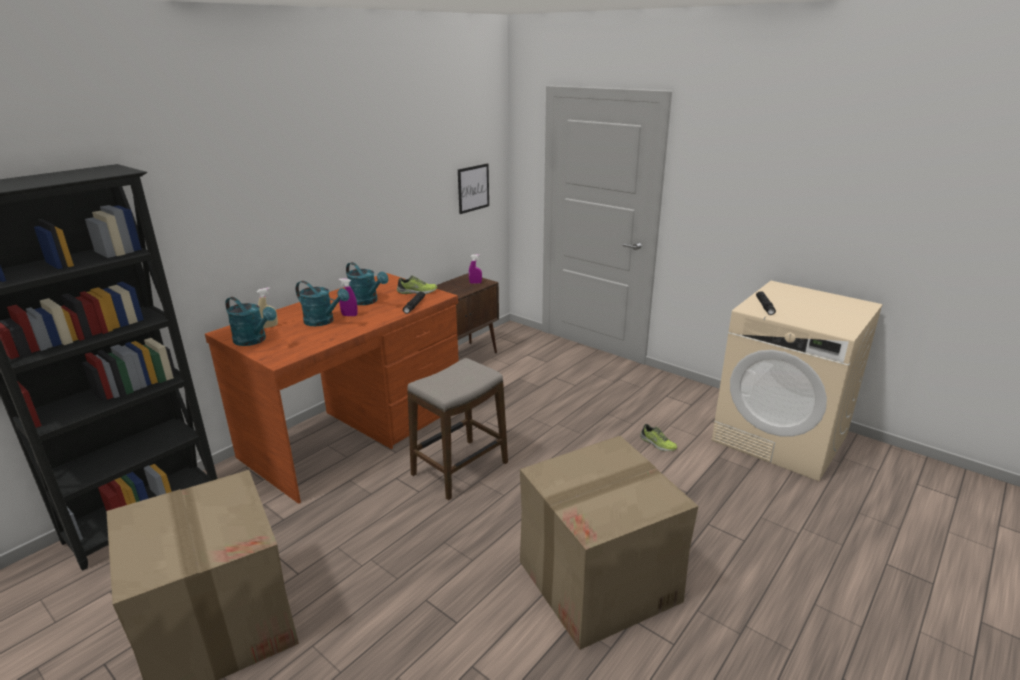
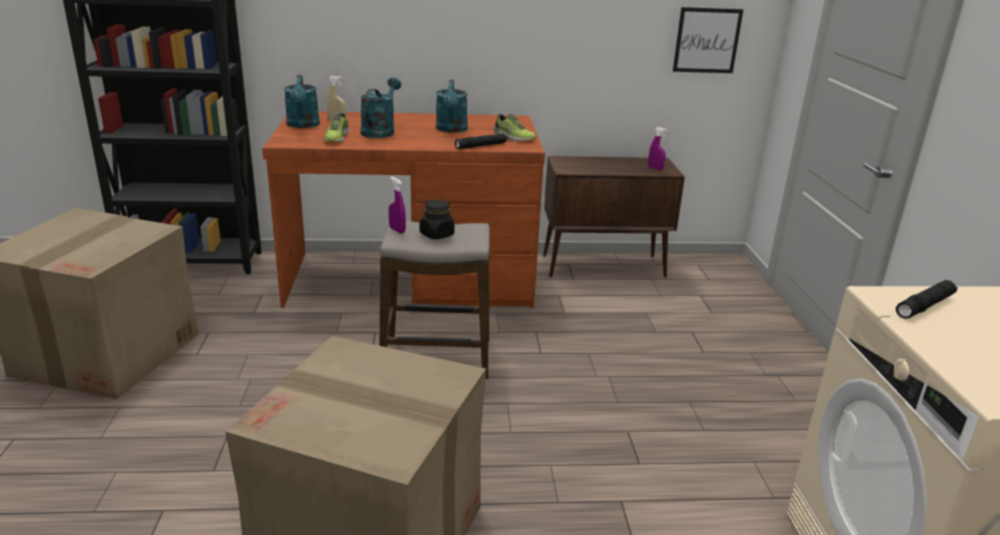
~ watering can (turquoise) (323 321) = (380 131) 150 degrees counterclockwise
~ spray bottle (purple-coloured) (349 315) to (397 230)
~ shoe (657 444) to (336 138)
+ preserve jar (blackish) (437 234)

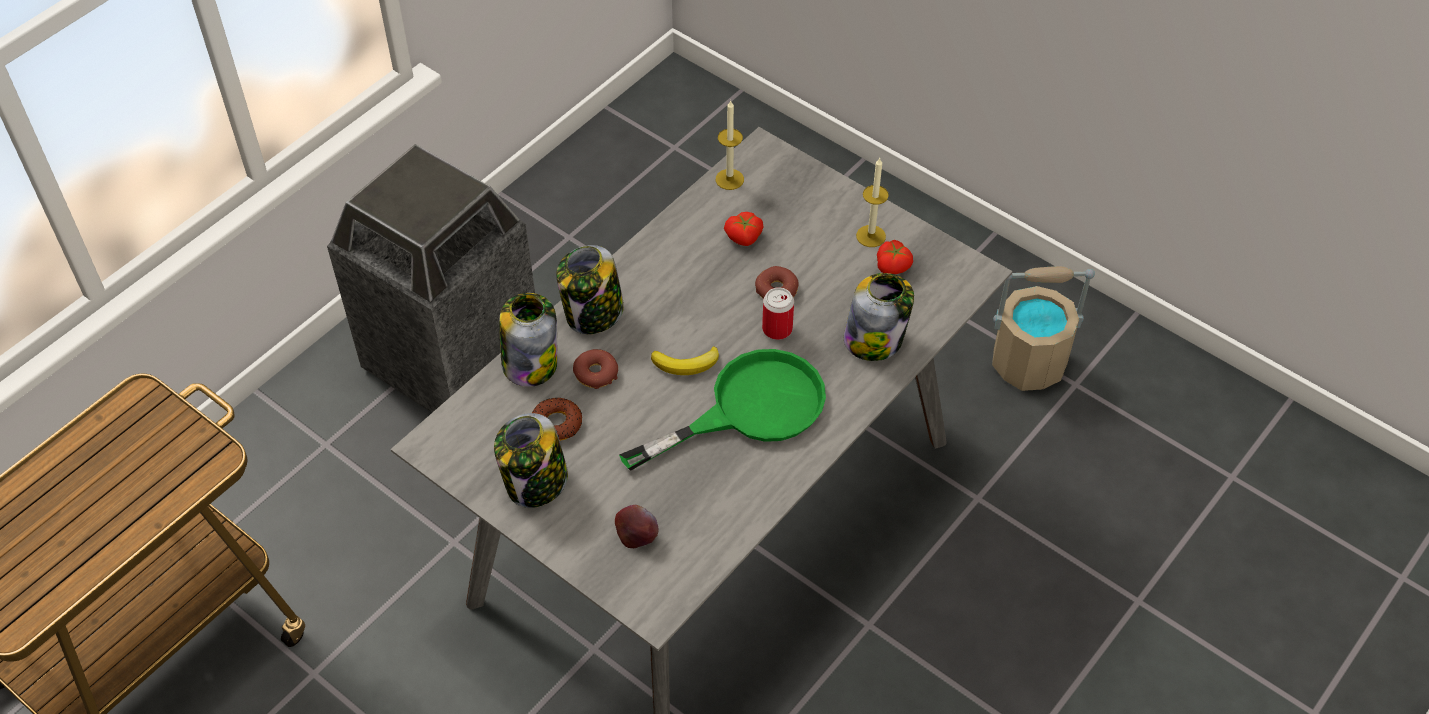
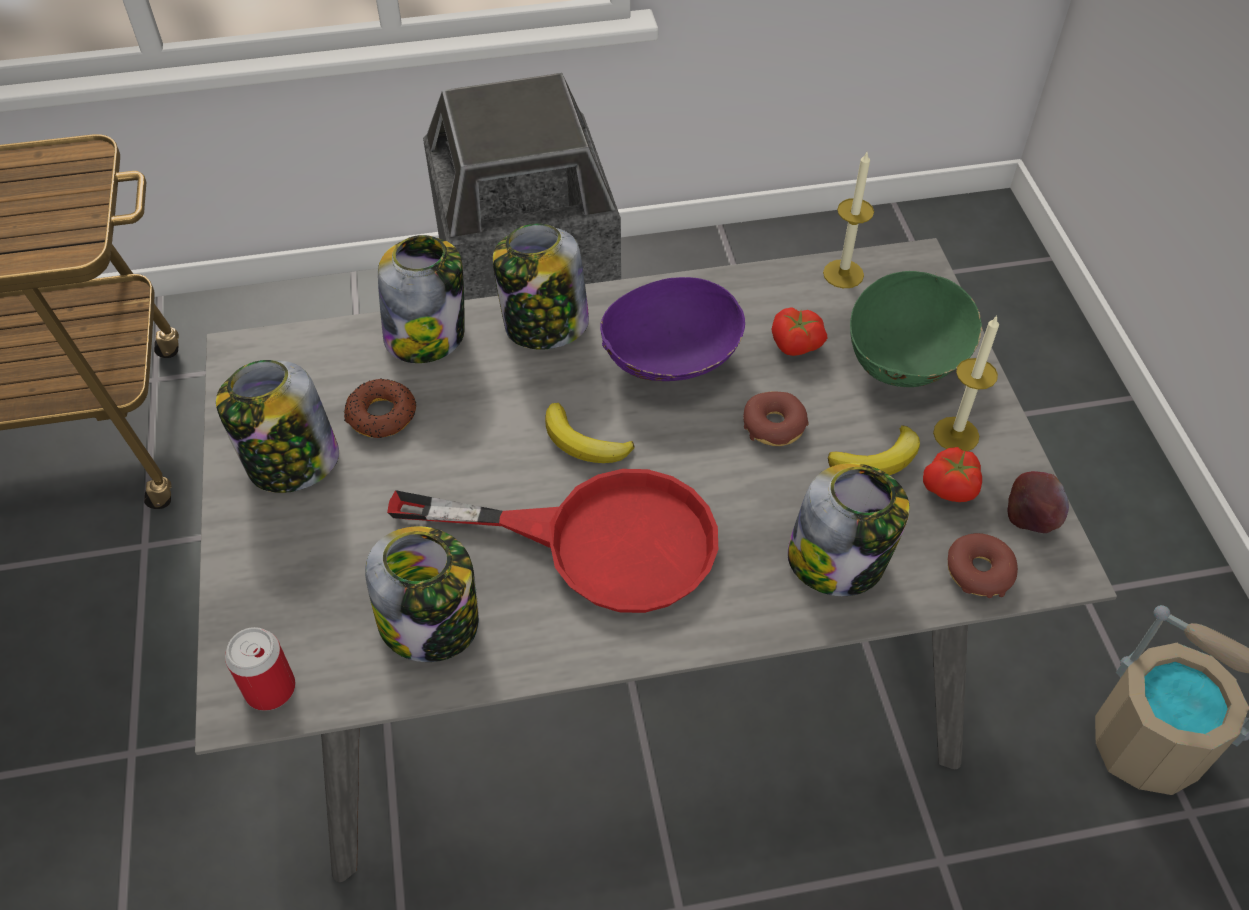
~ donut (596 373) to (979 571)
~ apple (637 536) to (1031 517)
~ frying pan (green) (749 409) to frying pan (red) (599 541)
~ sealed can (777 329) to (270 688)
+ preserve jar (431 624)
+ serving bowl (purple-coloured) (671 361)
+ banana (877 459)
+ serving bowl (green) (906 360)

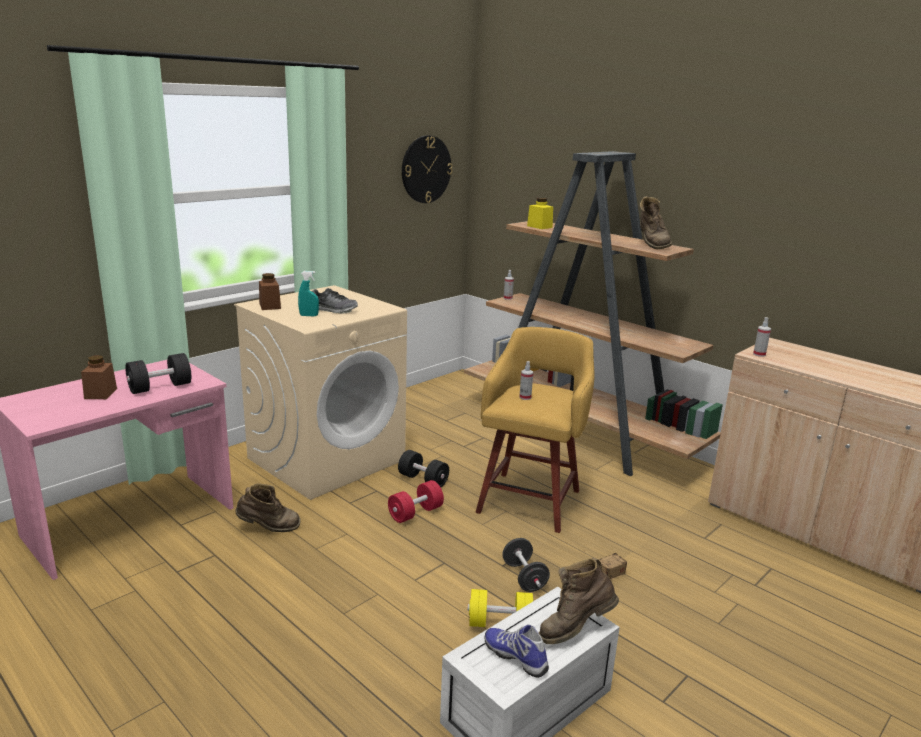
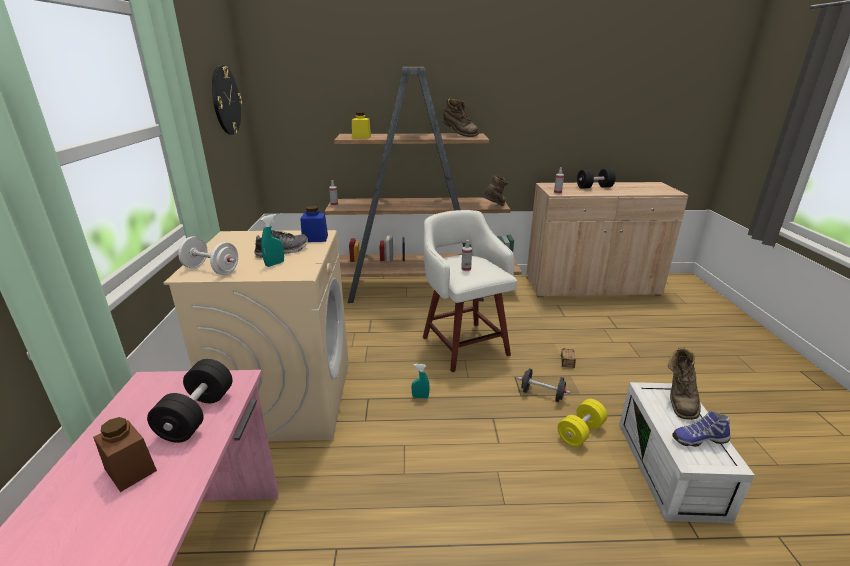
~ tall boot (brown) (269 529) to (494 207)
~ preserve jar (brown) (270 306) to dumbbell (white) (211 270)
~ dumbbell (red) (415 513) to spray bottle (turquoise) (420 397)
~ dumbbell (blackish) (423 480) to (594 187)
~ sitting stool (yellowish) (530 499) to sitting stool (white) (464 344)
+ preserve jar (bluish) (315 238)

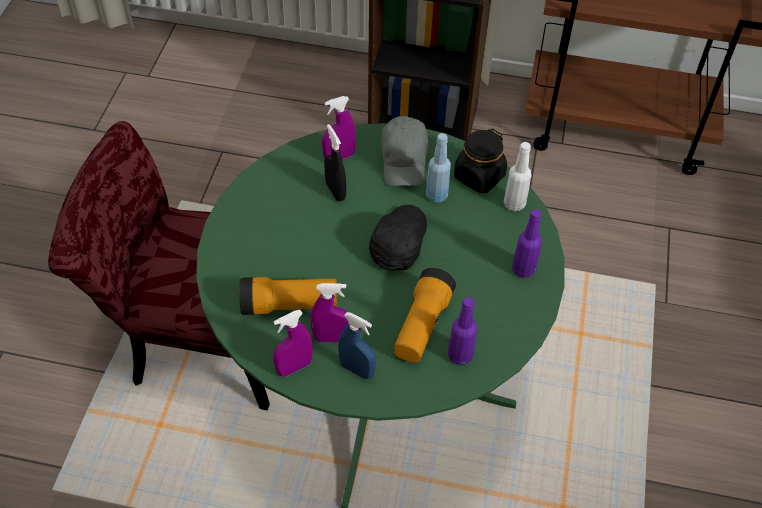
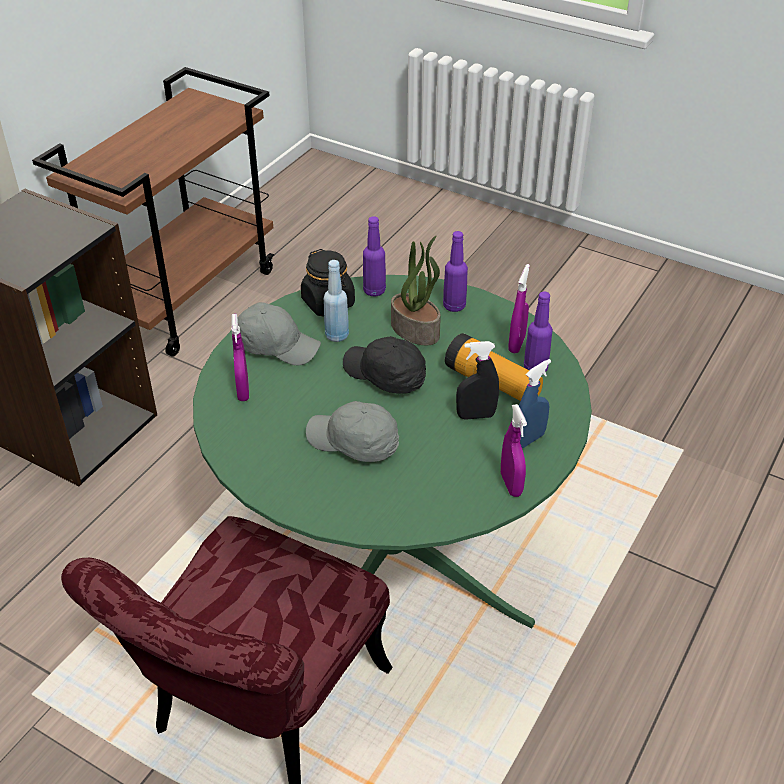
- torch (289 305)
~ spray bottle (purple-coloured) (332 338) to (516 344)
~ spray bottle (blackish) (335 191) to (476 415)
~ bottle (white) (514 204) to bottle (purple-coloured) (374 291)
+ cap (gray) (354 443)
+ plant in a pot (416 330)

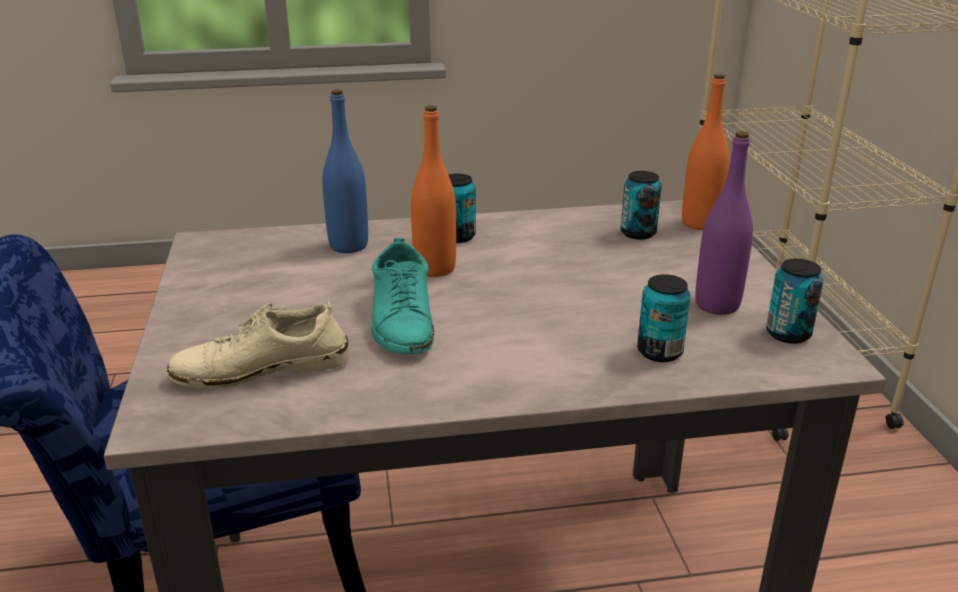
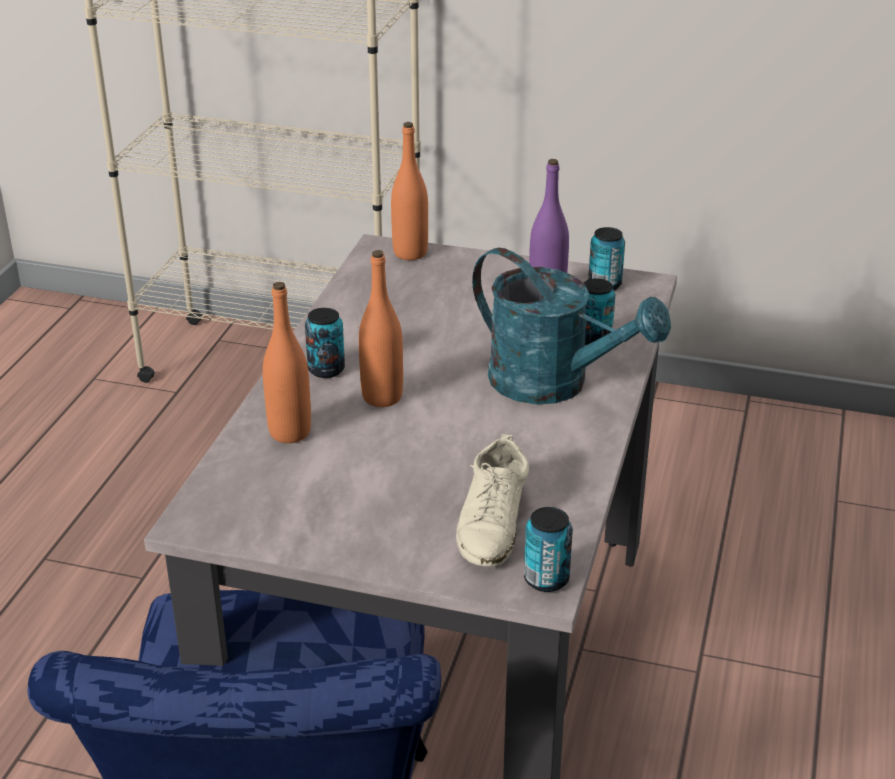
~ bottle (bluish) (348 245) to bottle (orangey) (290 432)
- shoe (turquoise) (402 319)
~ sealed can (638 233) to (546 579)
+ watering can (turquoise) (554 384)

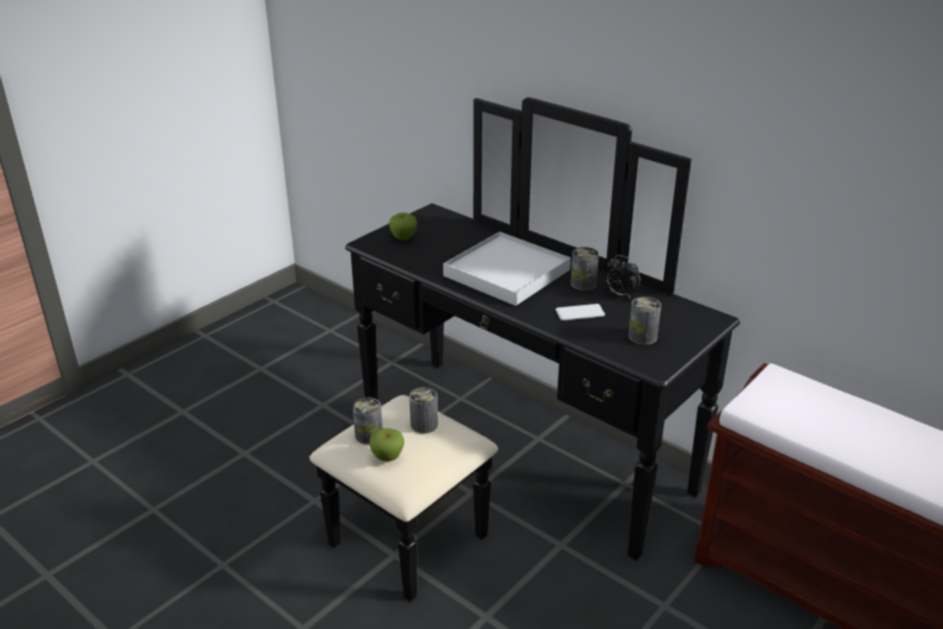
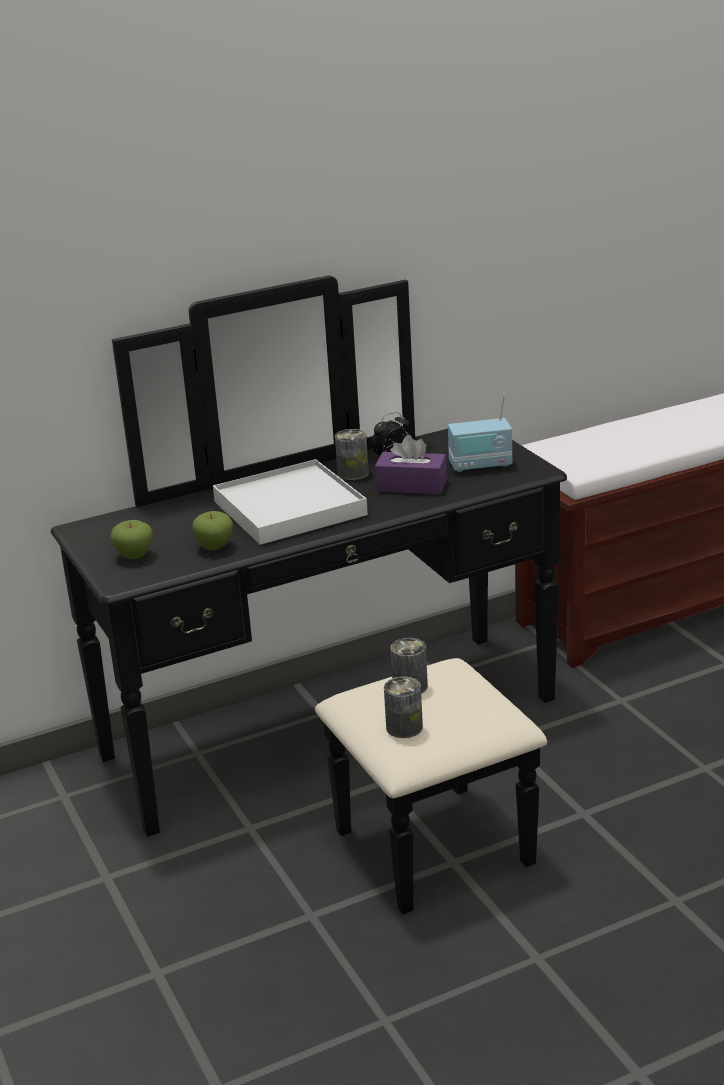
~ apple (387 457) to (215 547)
~ handset (580 313) to box of tissues (purple-coloured) (411 485)
~ sealed can (642 336) to radio set (480 465)

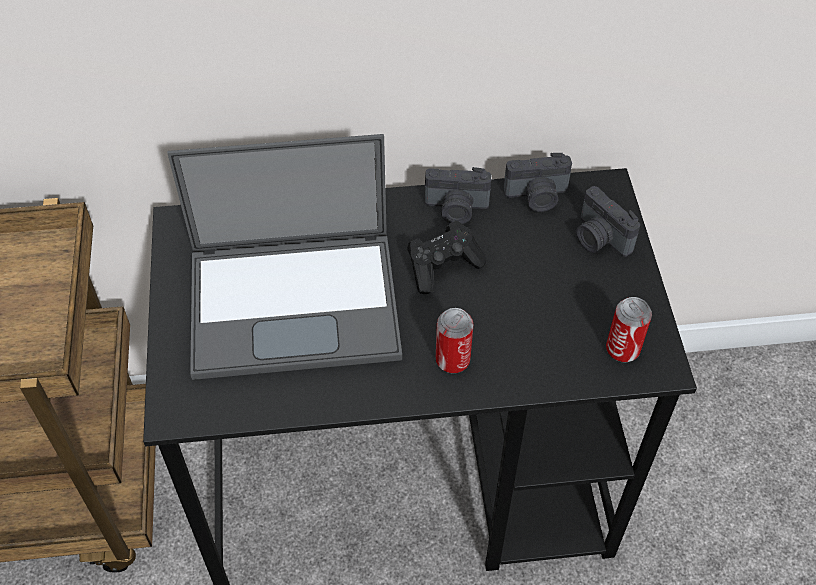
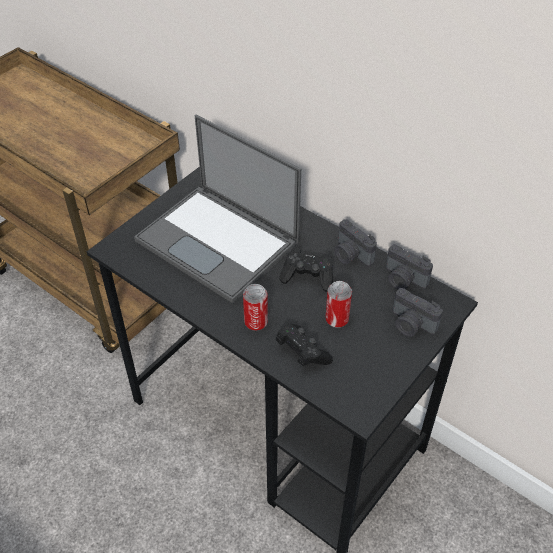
~ still camera (599 239) = (411 325) 60 degrees counterclockwise
~ sealed can (622 350) to (337 320)
+ joypad (blackish) (301 352)

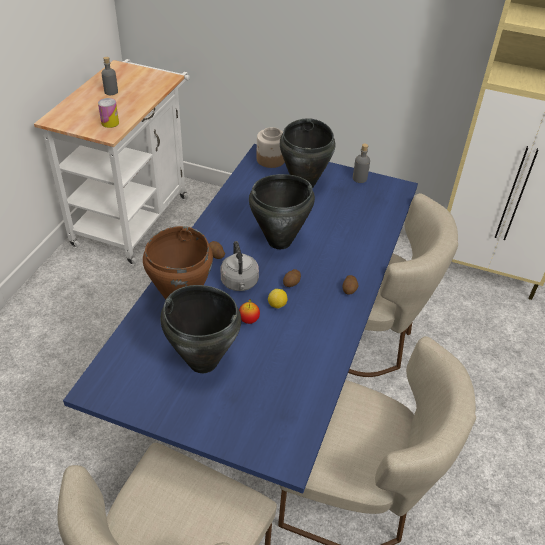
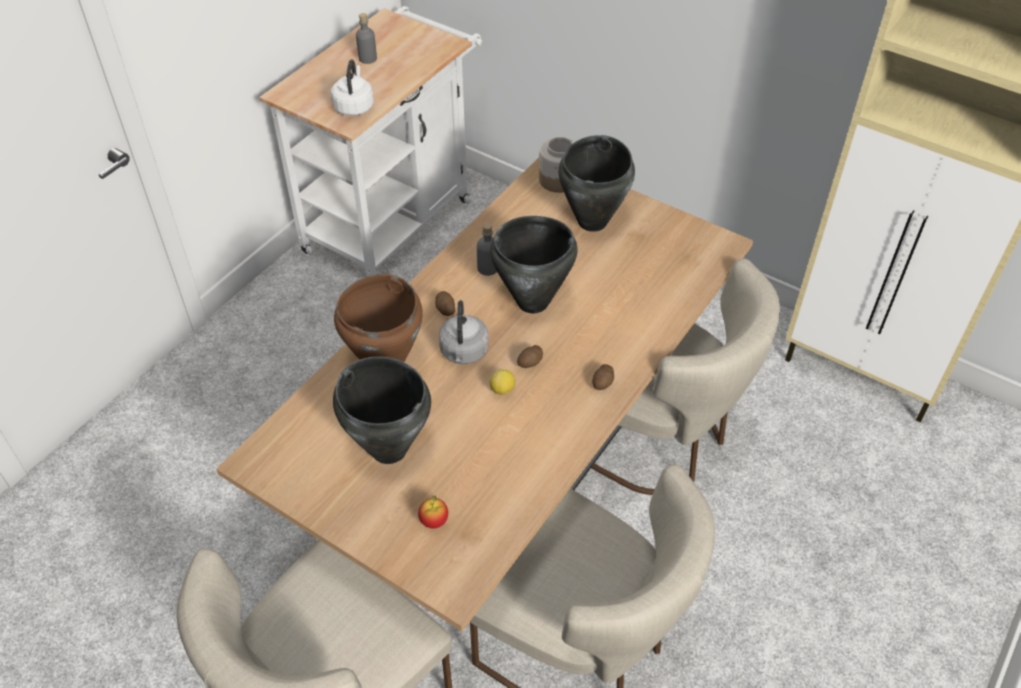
~ kitchen table (bluish) (267 378) to kitchen table (sand-coloured) (510 472)
~ sealed can (110 123) to kettle (white) (354 106)
~ apple (249 320) to (434 521)
~ bottle (gray) (359 178) to (488 268)

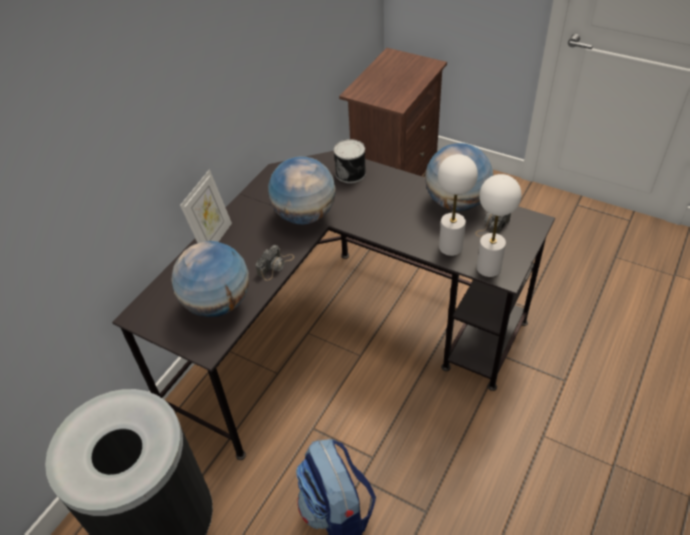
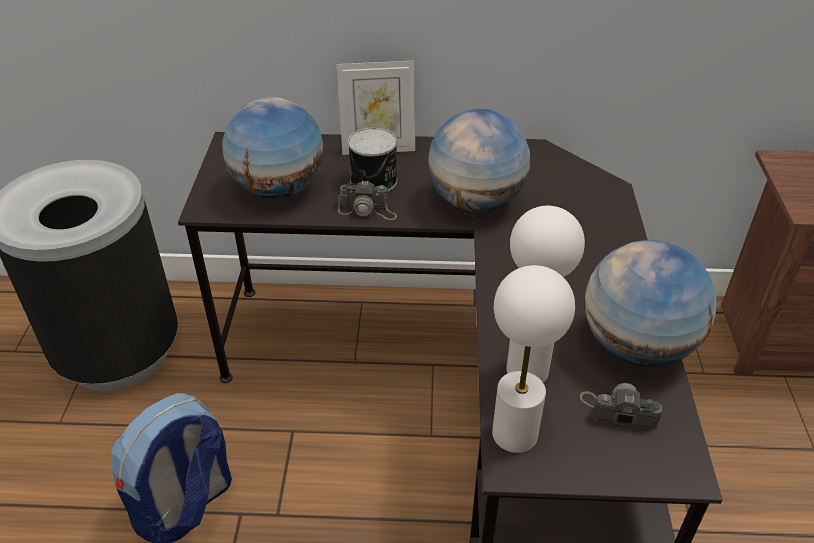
~ sealed can (351 173) to (375 181)

